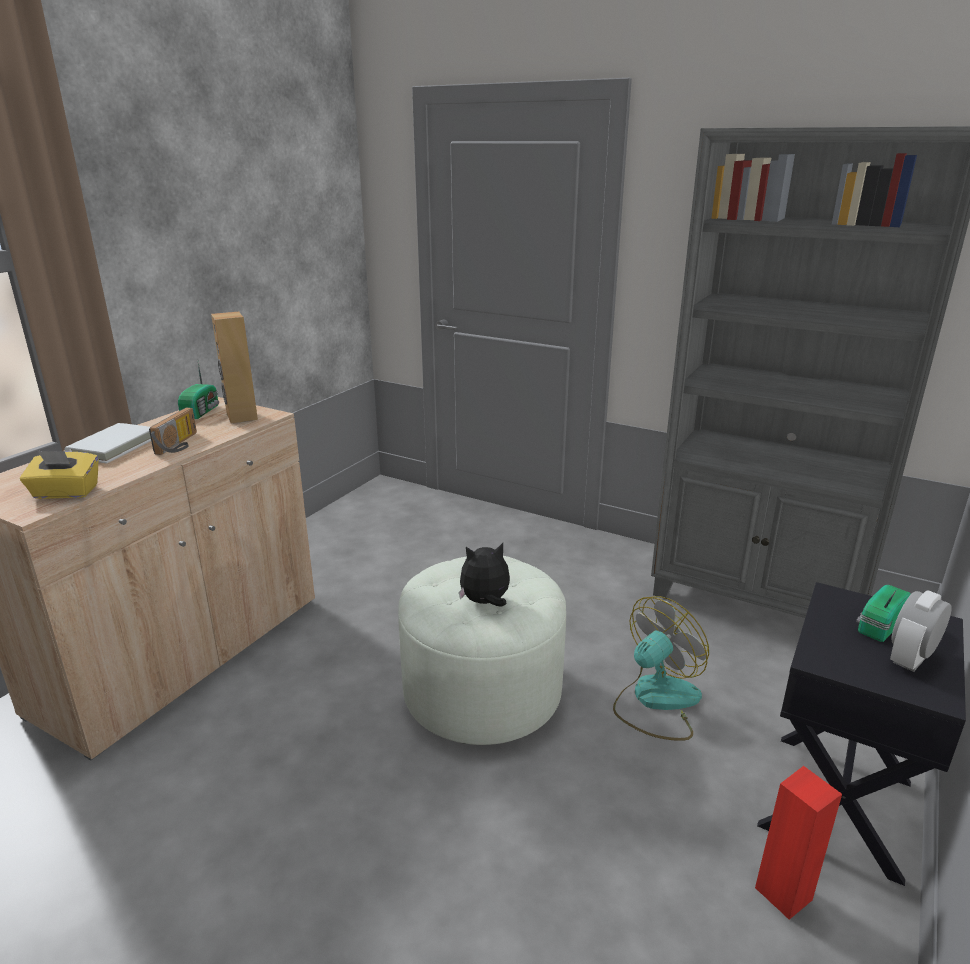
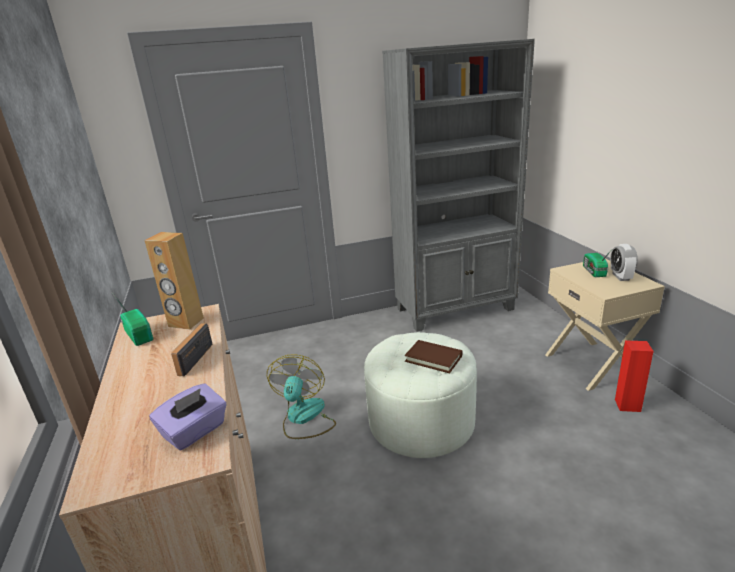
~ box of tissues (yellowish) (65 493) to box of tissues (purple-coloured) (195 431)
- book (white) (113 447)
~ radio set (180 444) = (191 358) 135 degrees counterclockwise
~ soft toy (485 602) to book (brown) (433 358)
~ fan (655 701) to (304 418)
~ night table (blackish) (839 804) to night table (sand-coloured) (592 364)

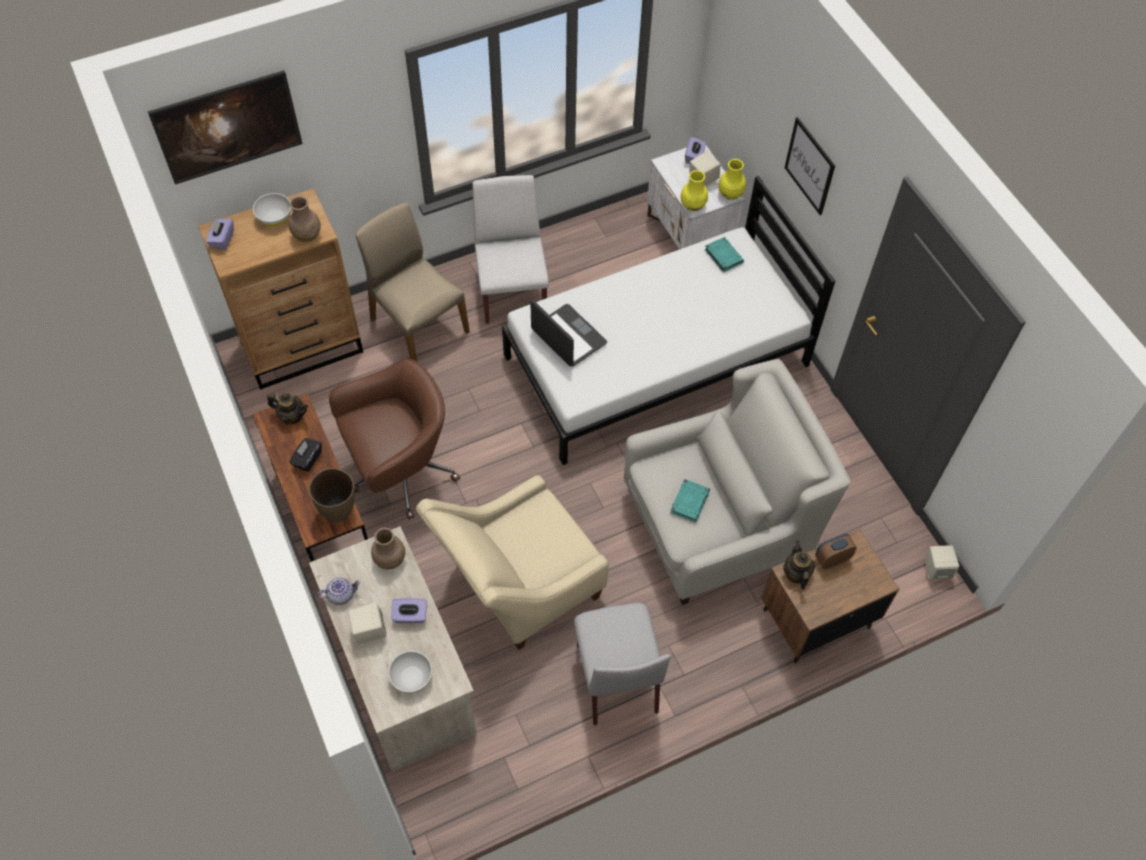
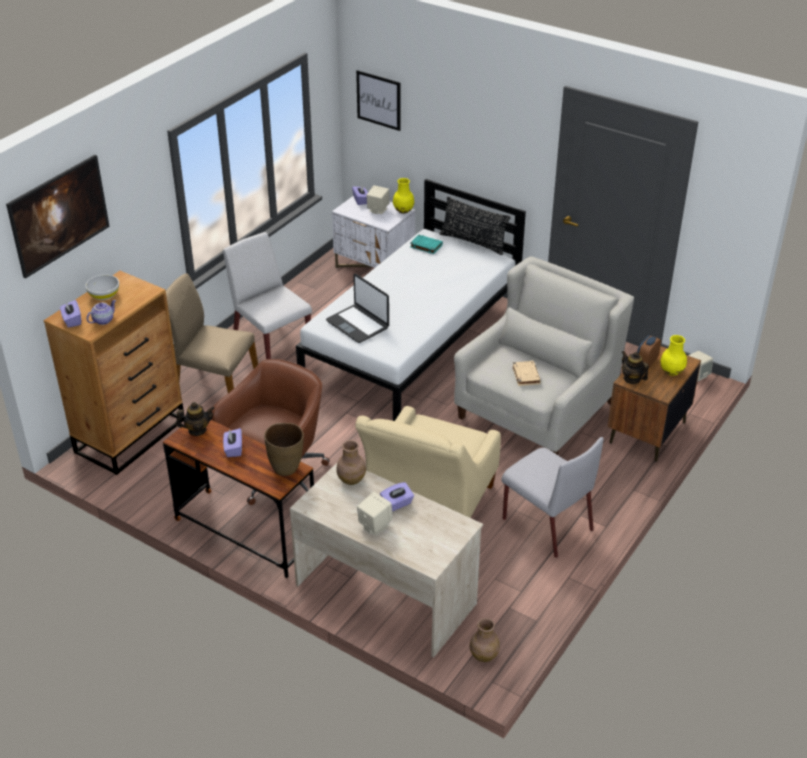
~ vase (brown) (307 235) to (484 655)
~ box of tissues (blackish) (307 459) to box of tissues (purple-coloured) (233 449)
~ teapot (341 594) to (103 320)
- serving bowl (white) (412 677)
~ portable computer (568 337) = (358 324) 150 degrees counterclockwise
~ book (turquoise) (689 501) to book (sand-coloured) (525 375)
~ vase (yellowish) (693 205) to (672 371)
~ picture (809 166) to (378 100)
+ throw pillow (blackish) (473 242)

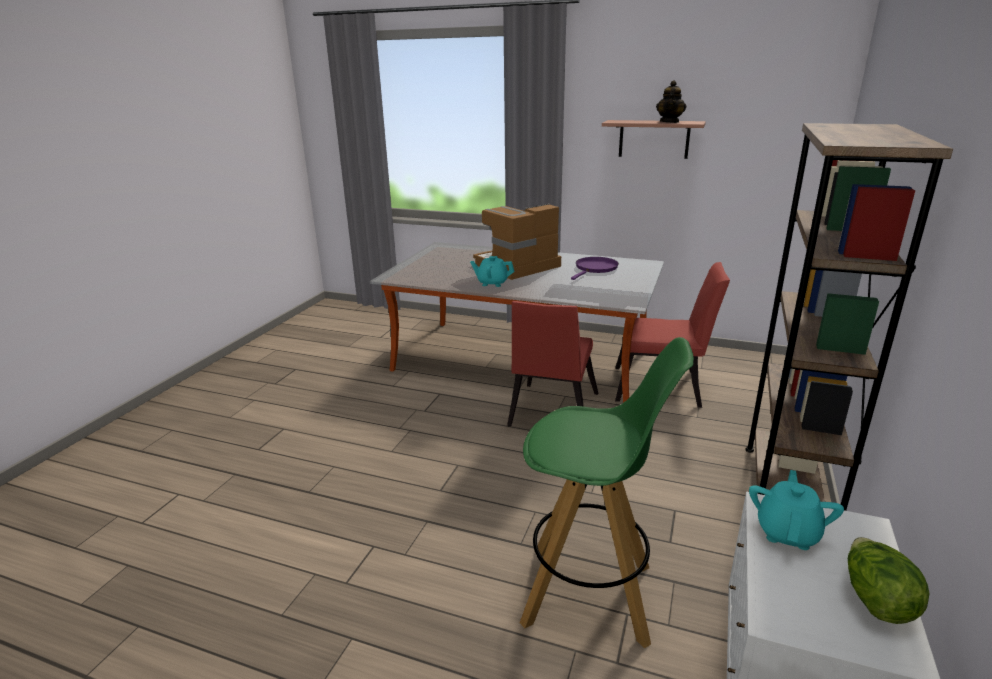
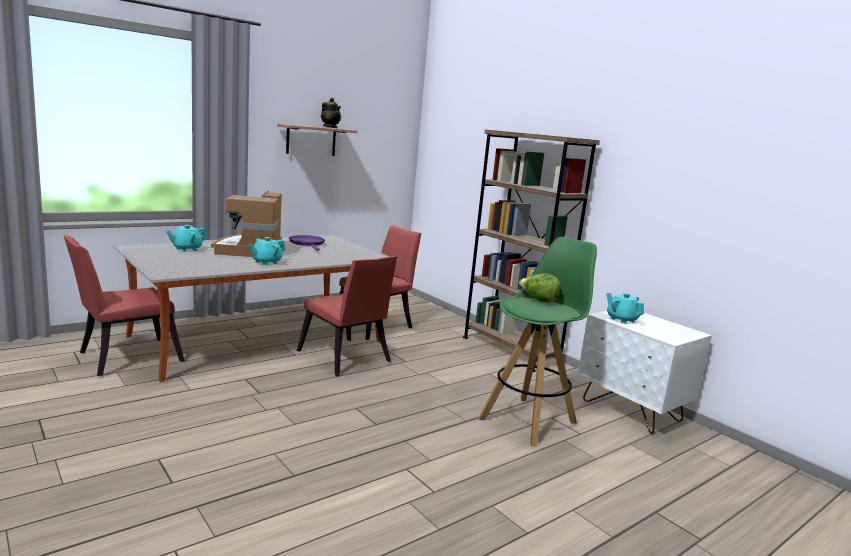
~ lettuce (875 600) to (538 300)
+ upright chair (red) (124 357)
+ teapot (turquoise) (187 249)

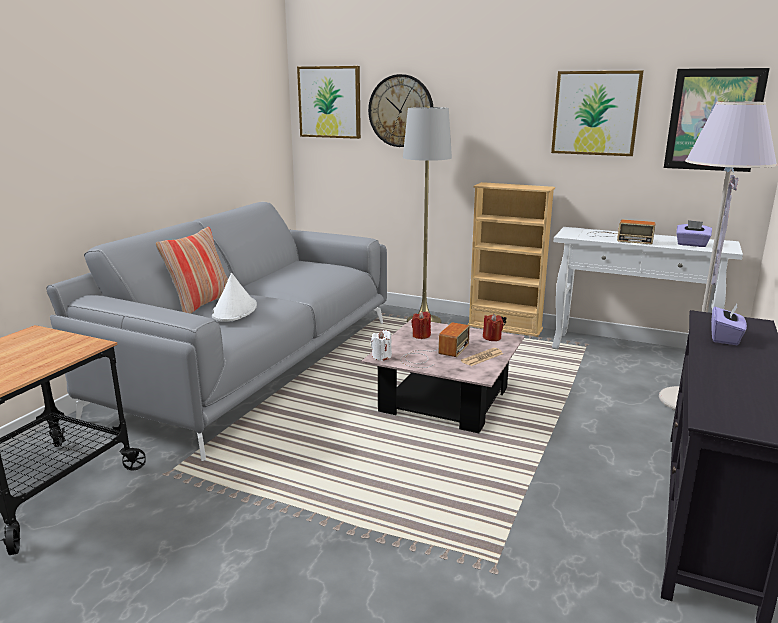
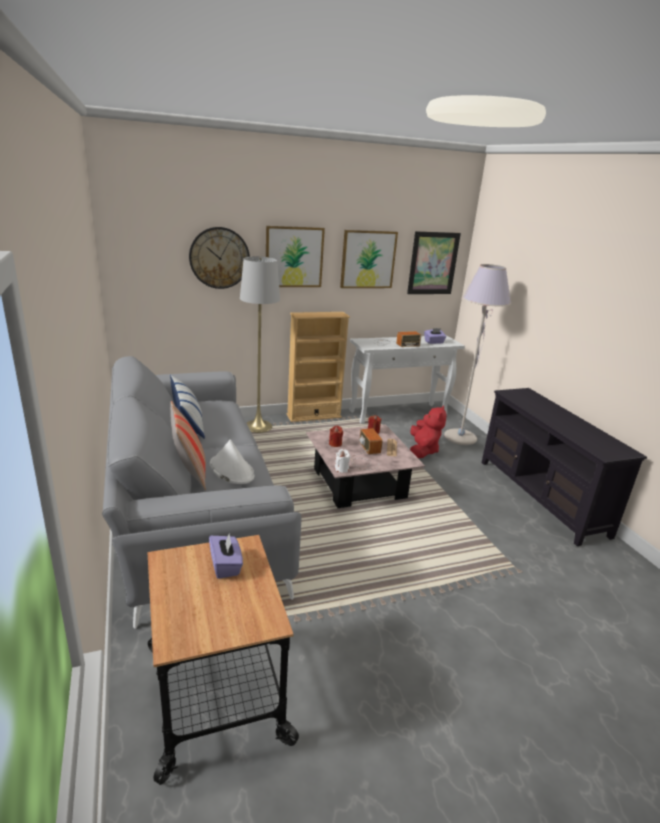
~ picture (329 102) to (294 257)
~ box of tissues (purple-coloured) (725 338) to (226 565)
+ throw pillow (188 421)
+ soft toy (red) (423 450)

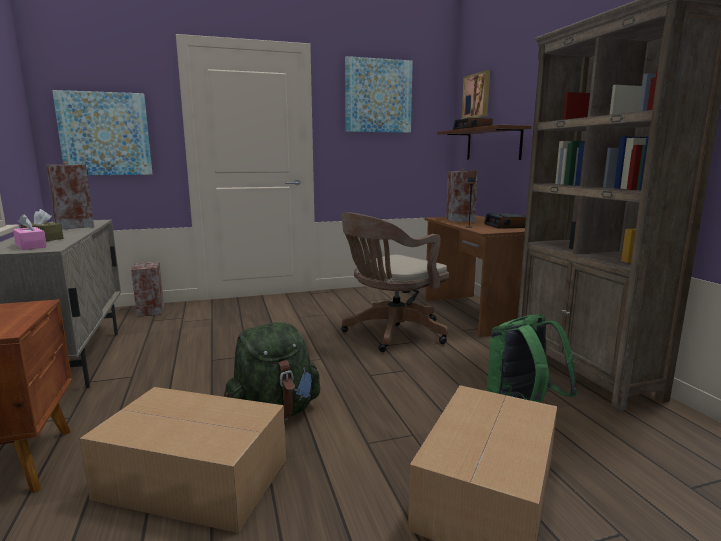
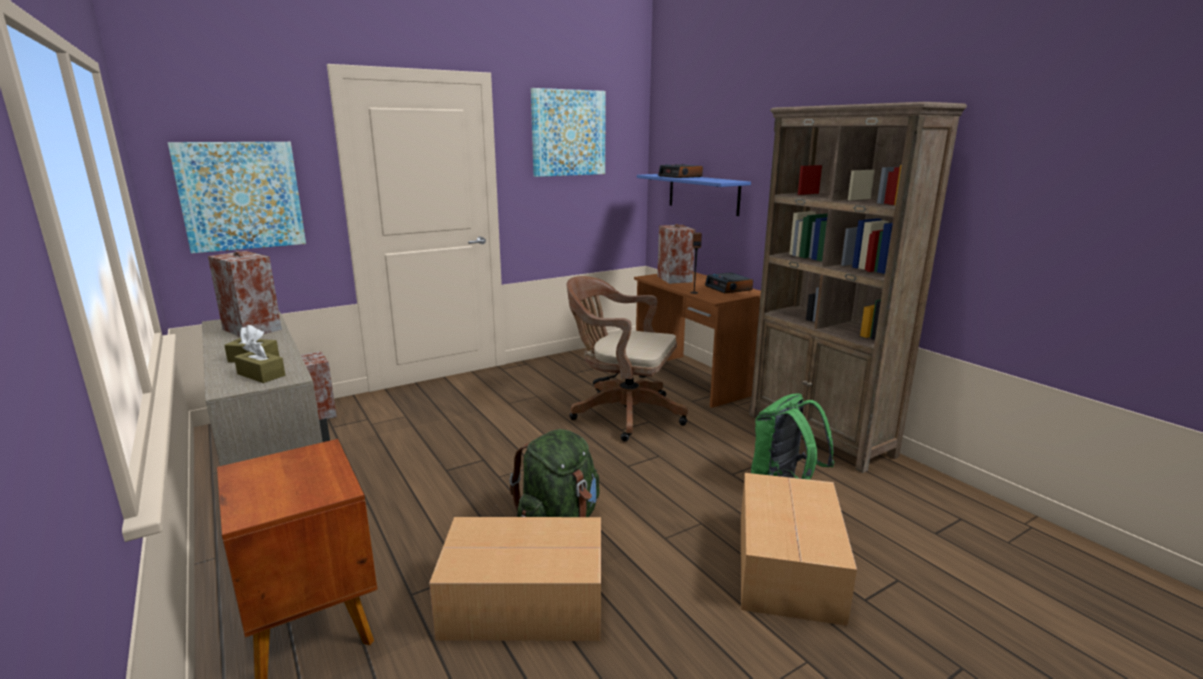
~ box of tissues (pink) (31 246) to box of tissues (brown) (261 375)
~ office chair (brown) (391 333) = (622 413) 75 degrees clockwise
~ bracket shelf (brown) (493 144) to bracket shelf (bluish) (703 193)
- picture (477 96)

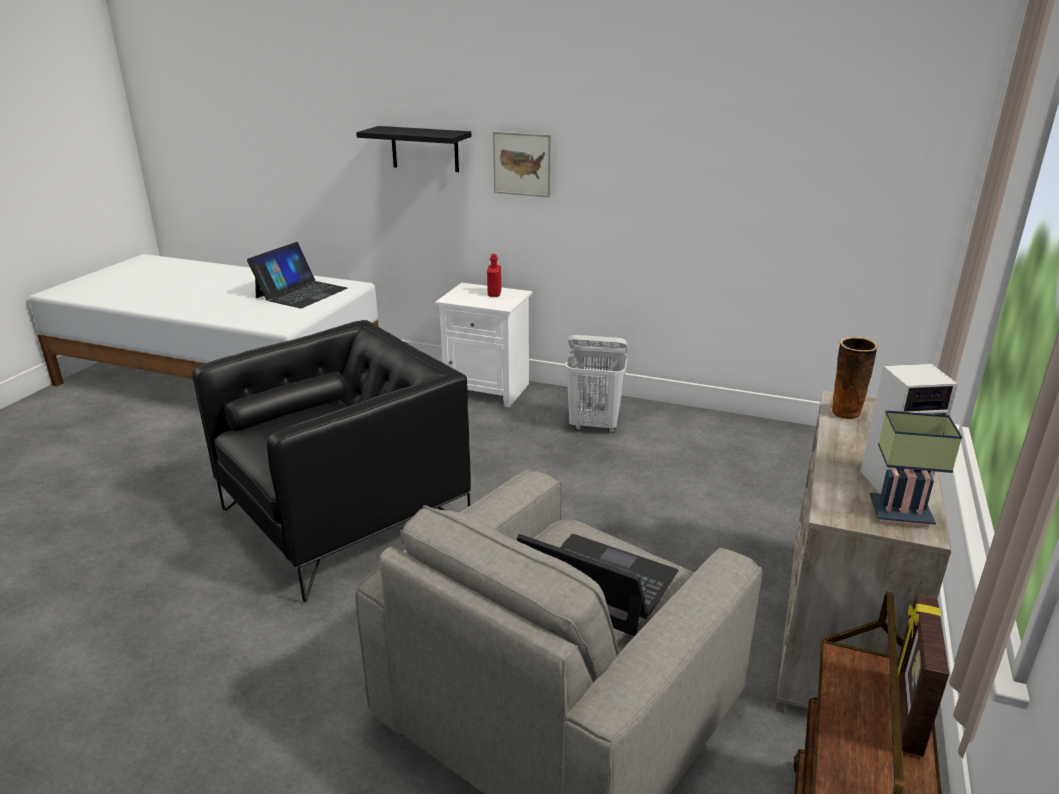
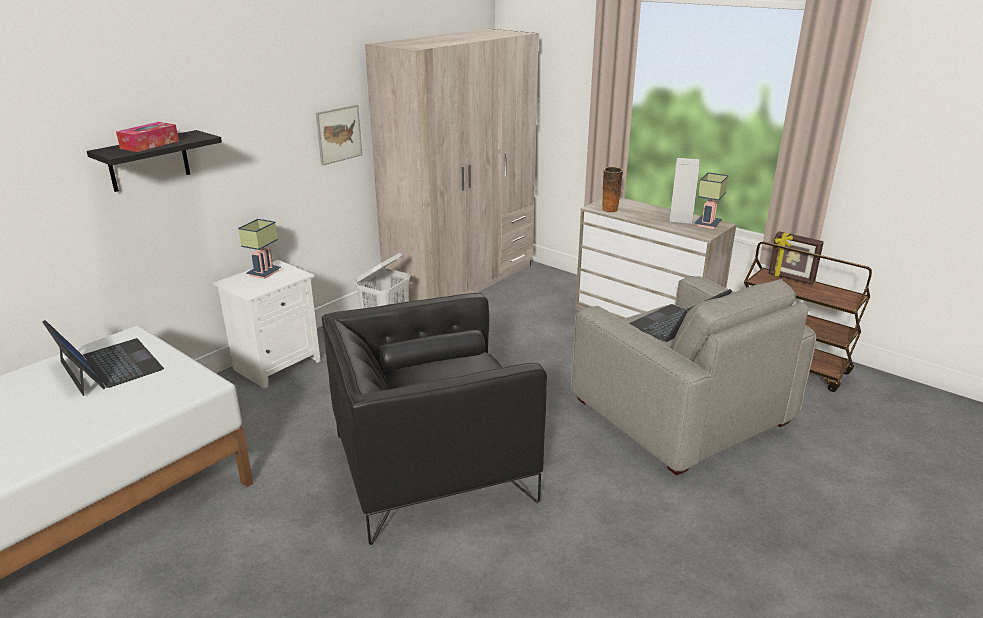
~ armchair (blackish) (345 517) = (432 468) 90 degrees counterclockwise
~ bottle (red) (494 294) to table lamp (264 273)
~ picture (522 164) to (339 134)
+ box of tissues (150 144)
+ armoire (sand-coloured) (462 282)

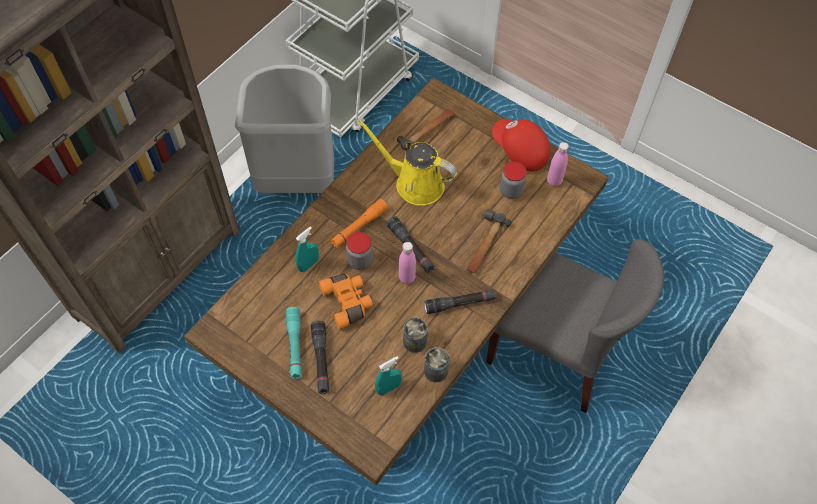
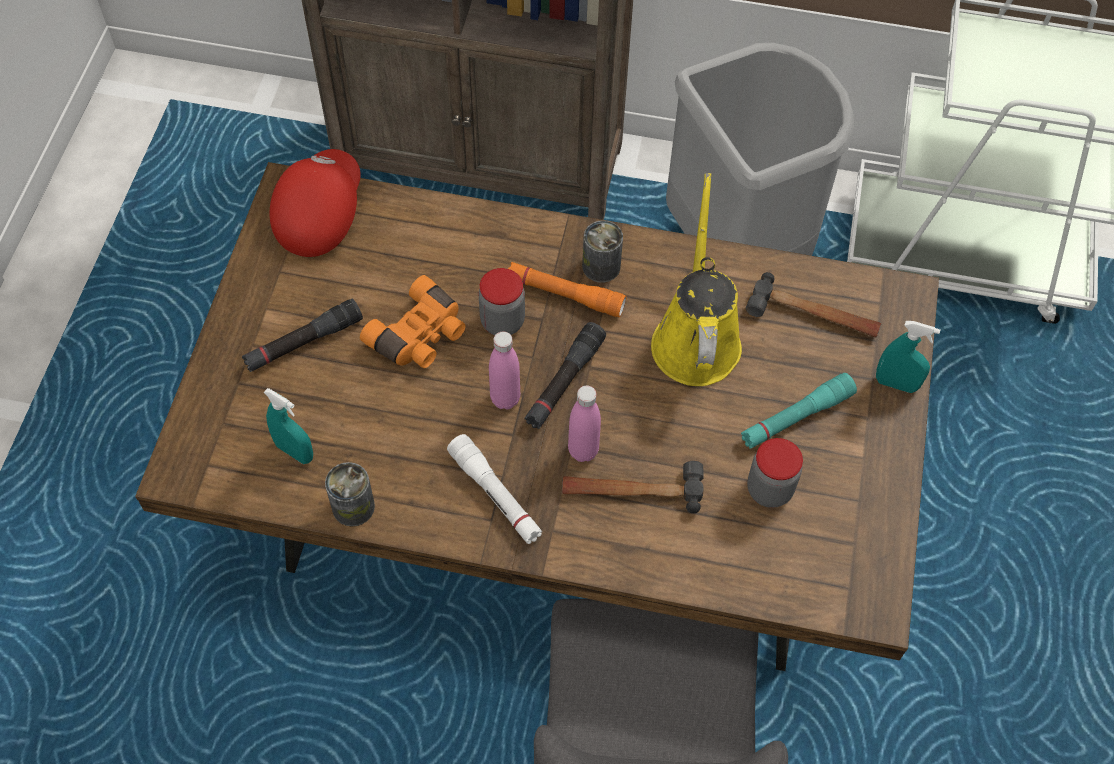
~ torch (turquoise) (295 345) to (796 417)
~ spray bottle (turquoise) (308 264) to (896 384)
~ sealed can (415 342) to (601 266)
~ torch (blackish) (460 304) to torch (white) (495 495)
~ cap (red) (519 151) to (319 214)
~ bottle (pink) (554 181) to (583 450)

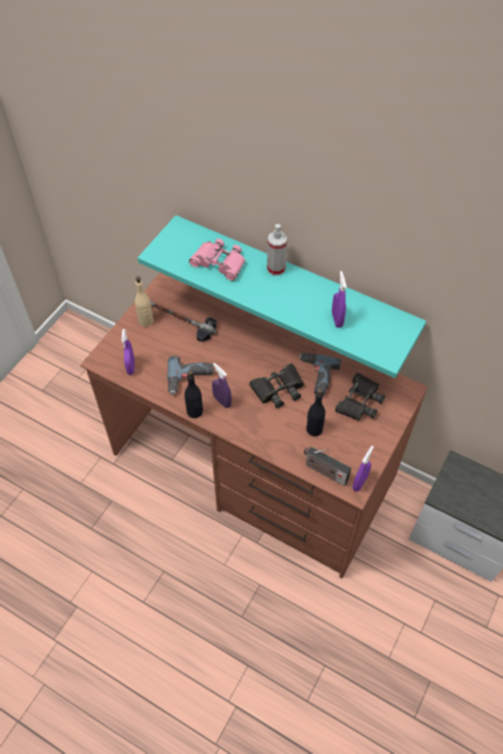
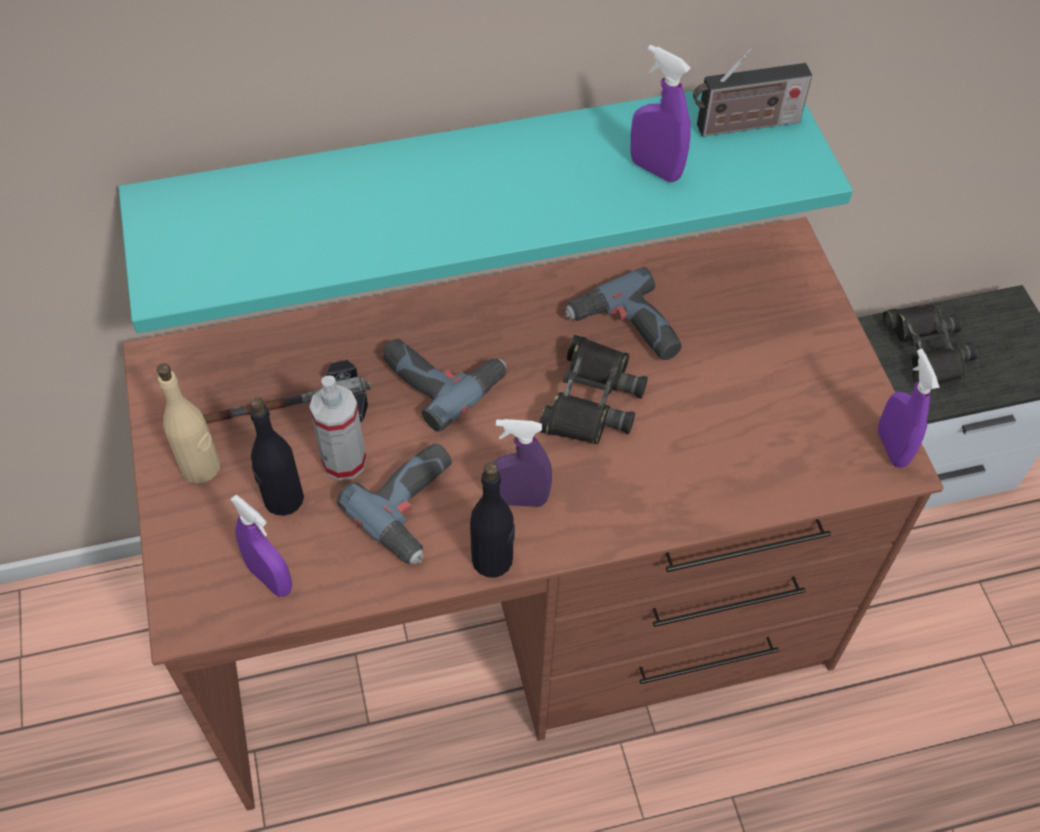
- field glasses (pink) (219 263)
~ spray bottle (276 268) to (344 462)
~ radio set (324 472) to (743 125)
~ bottle (blackish) (314 429) to (283 499)
~ field glasses (blackish) (359 401) to (926 350)
+ power drill (441 377)

